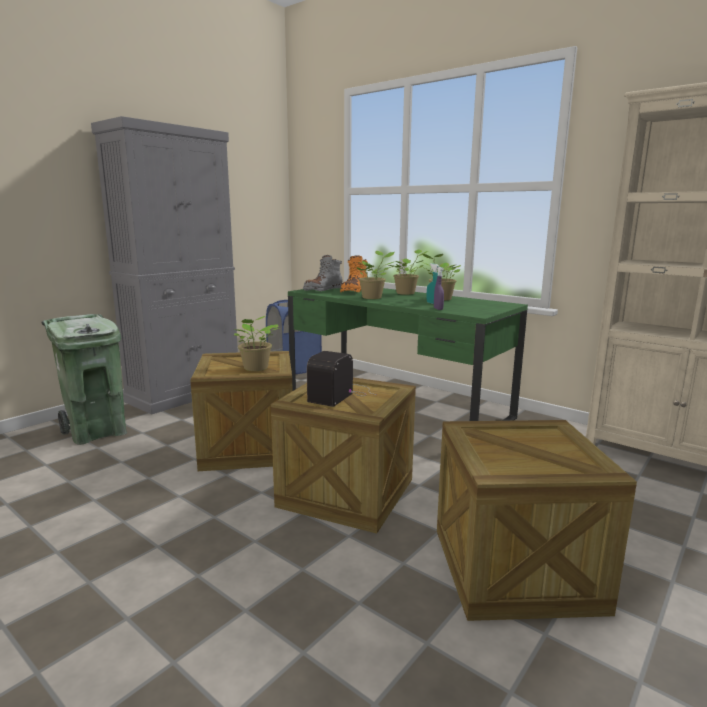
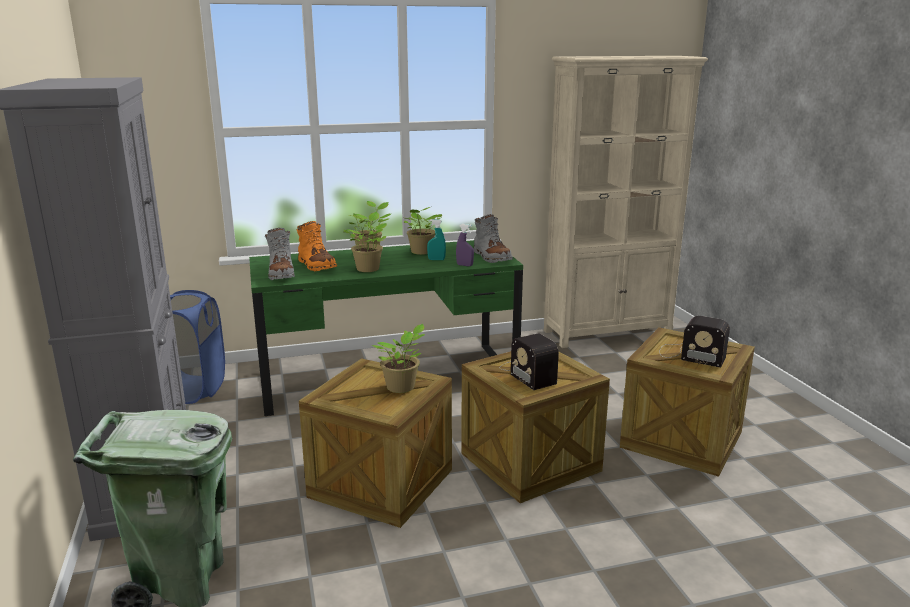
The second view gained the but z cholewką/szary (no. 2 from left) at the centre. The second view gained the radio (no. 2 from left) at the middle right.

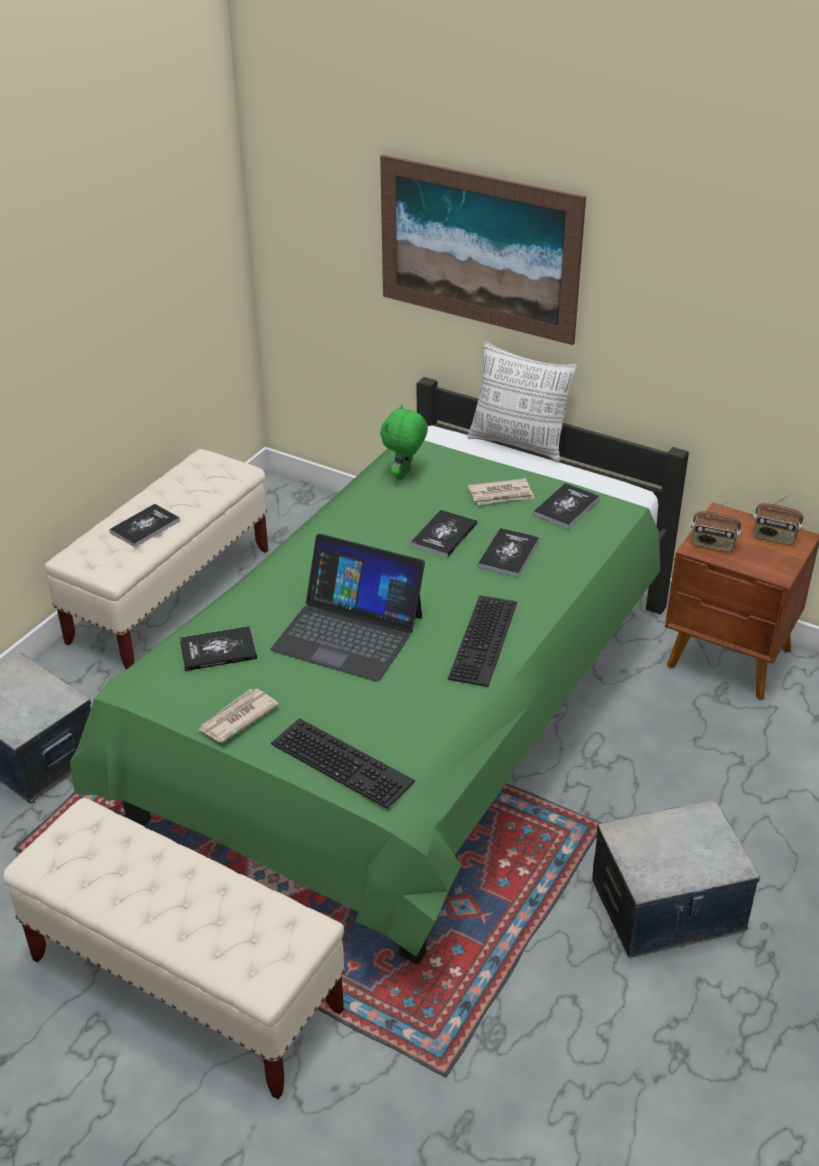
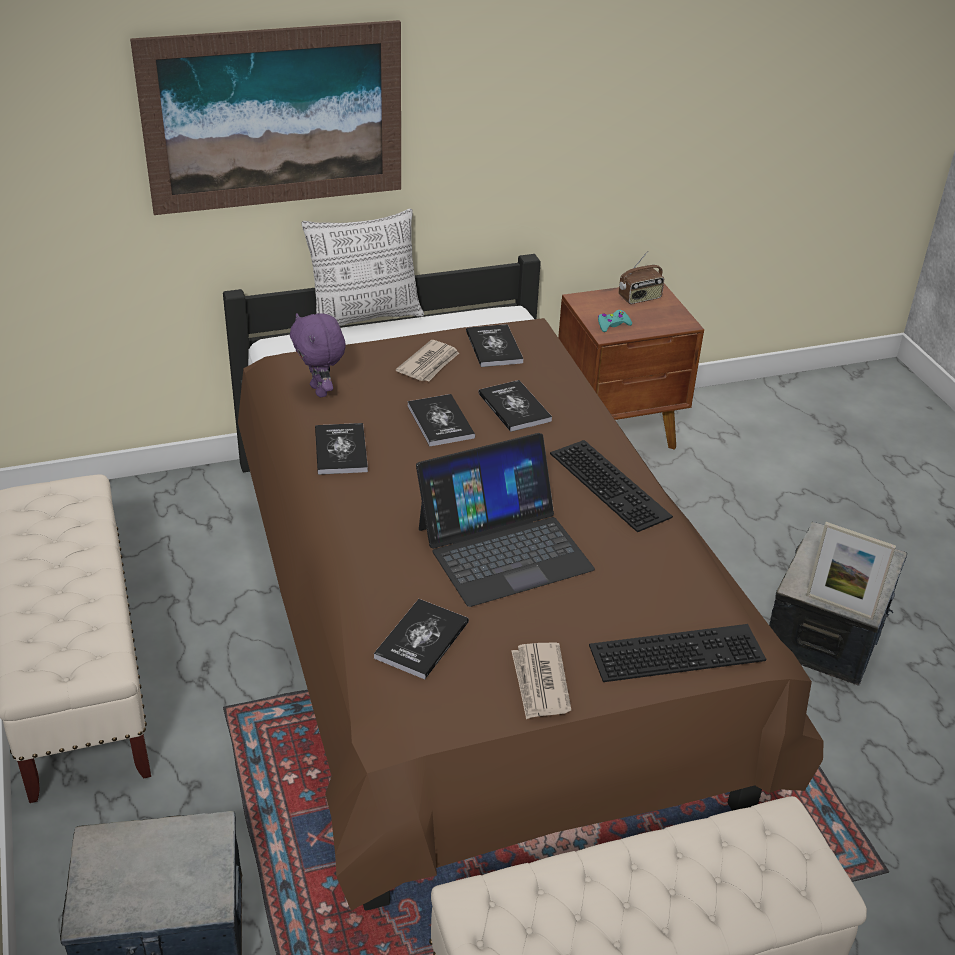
What was the łóżko/zielony at the centre turned into the łóżko/brązowy at the centre. The książka (no. 1 from left) ended up elsewhere, having gone from the middle left to the centre. What was the pluszak/zielony at the centre turned into the pluszak/fioletowy at the middle left. Where the radio (no. 1 from left) stood at the middle right, the pad do gier/turkusowy came to stand at the centre. The second view gained the ramka na zdjęcie at the middle right.

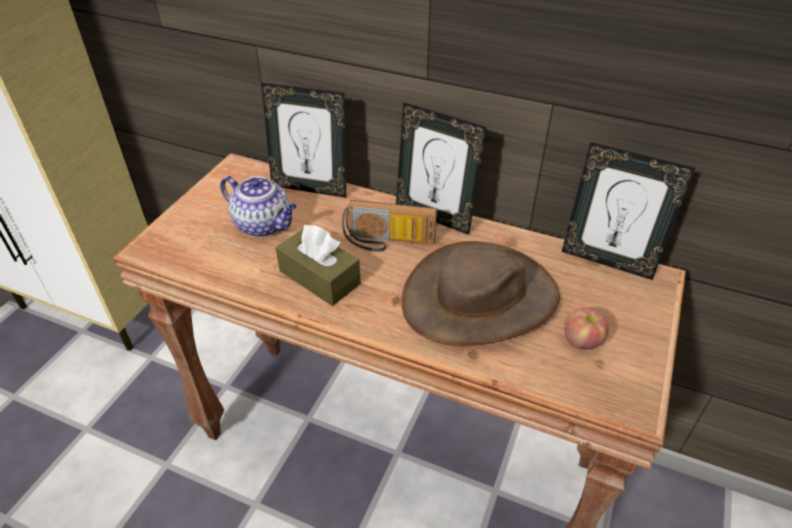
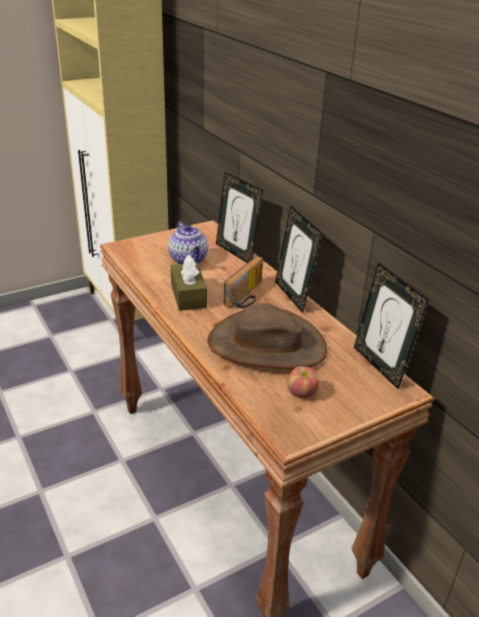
The radio at the centre ended up facing another way, 105 degrees counterclockwise from before.

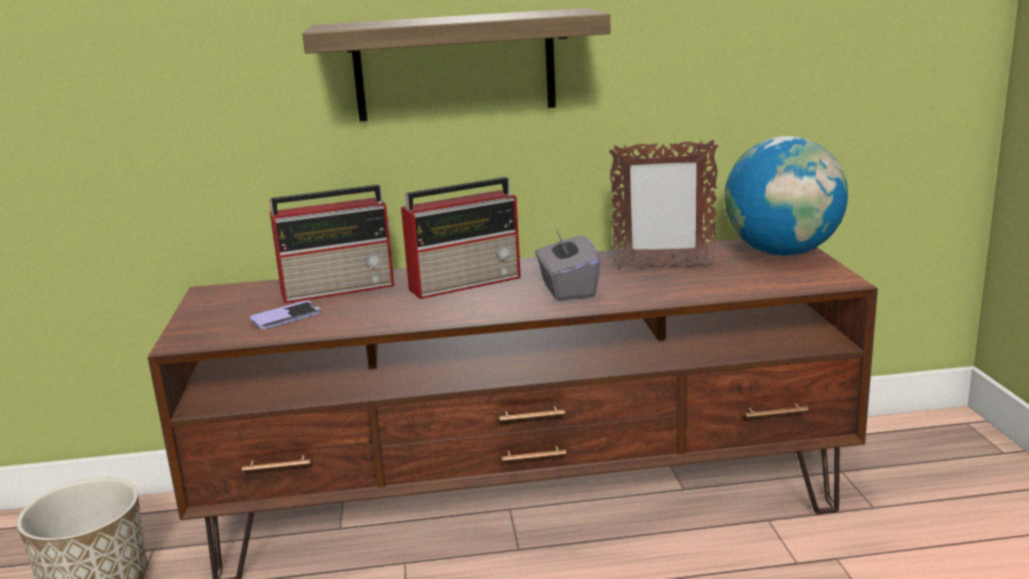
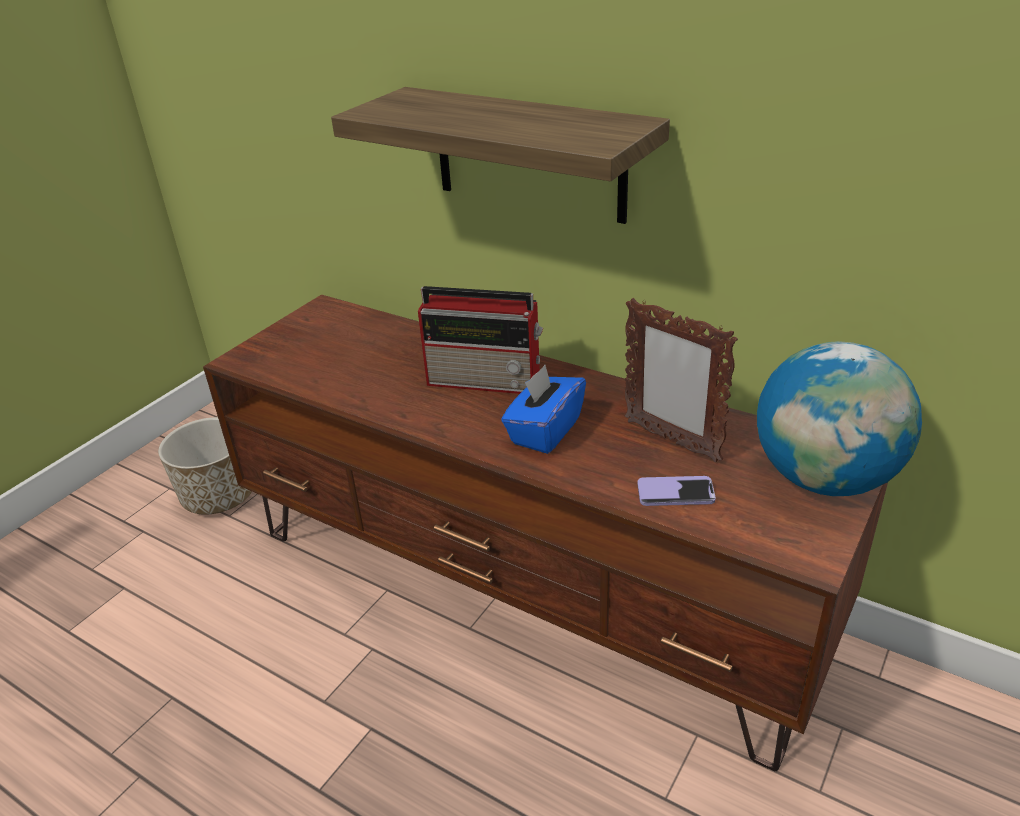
The telefon ended up elsewhere, having gone from the middle left to the centre. The second view lost the radio (no. 1 from left) at the middle left. What was the pudełko chusteczek/szary at the centre turned into the pudełko chusteczek/niebieski at the centre.

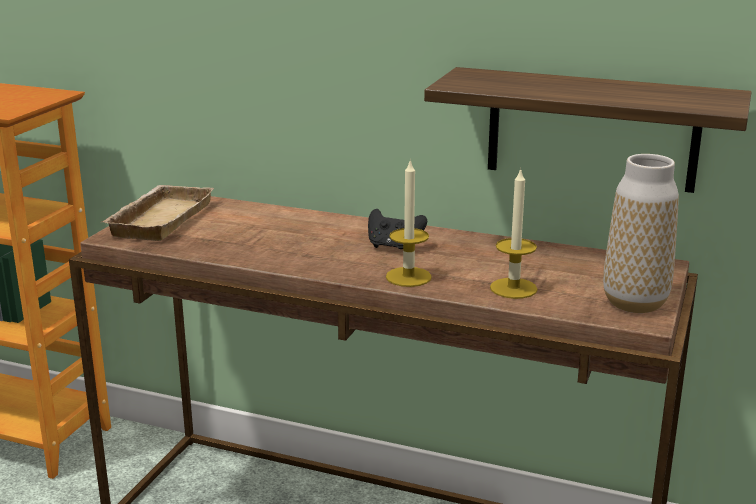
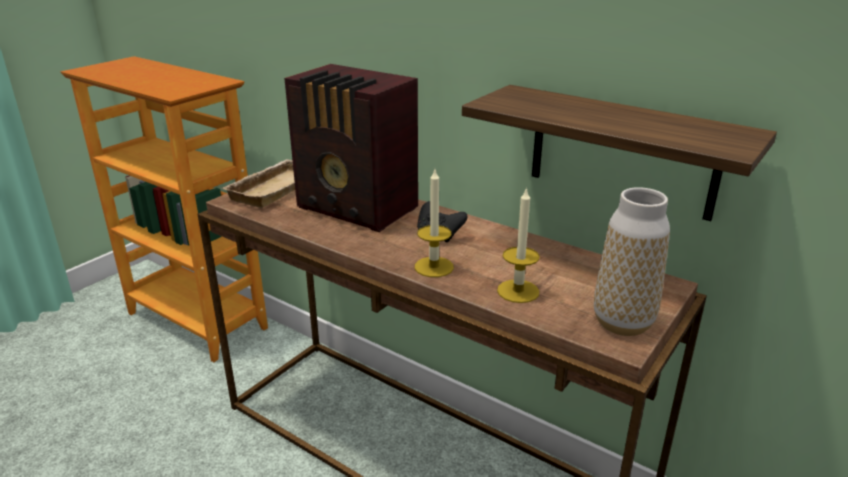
The second view gained the radio at the top centre.

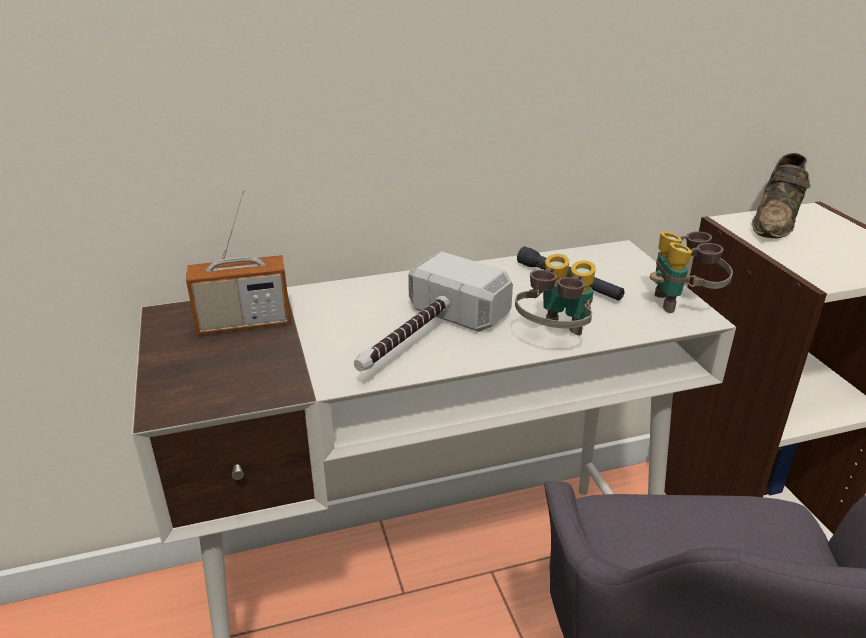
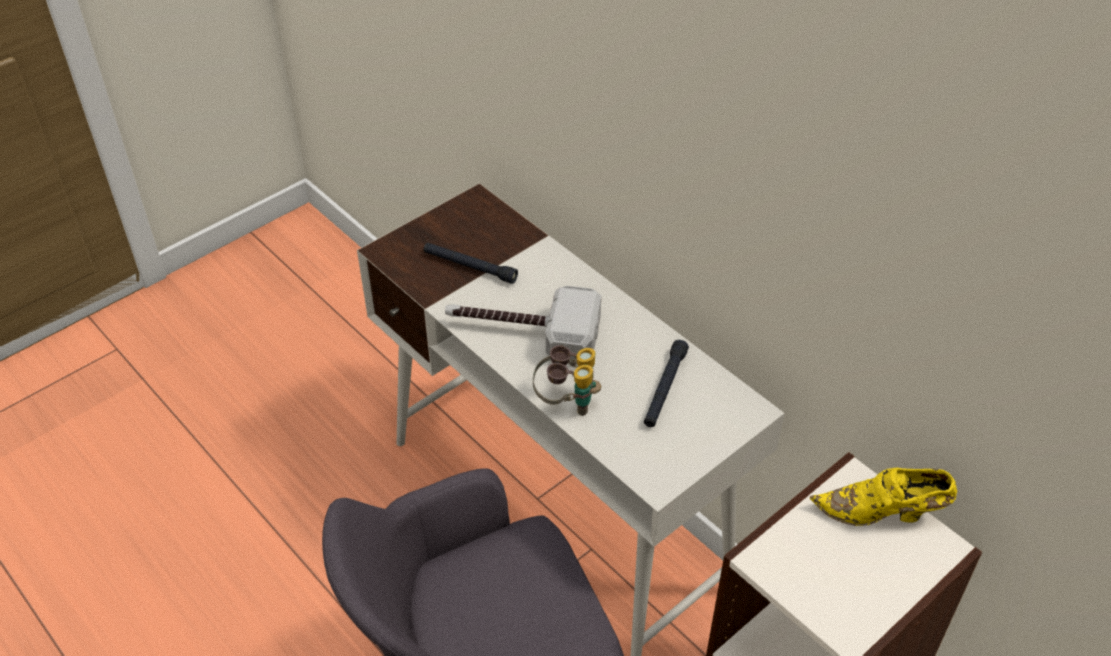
The second view lost the radio at the middle left. The second view lost the lornetka (no. 2 from left) at the middle right. What was the but/brązowy at the top right turned into the but/żółty at the bottom right. The second view gained the latarka/czarny (no. 1 from left) at the centre.

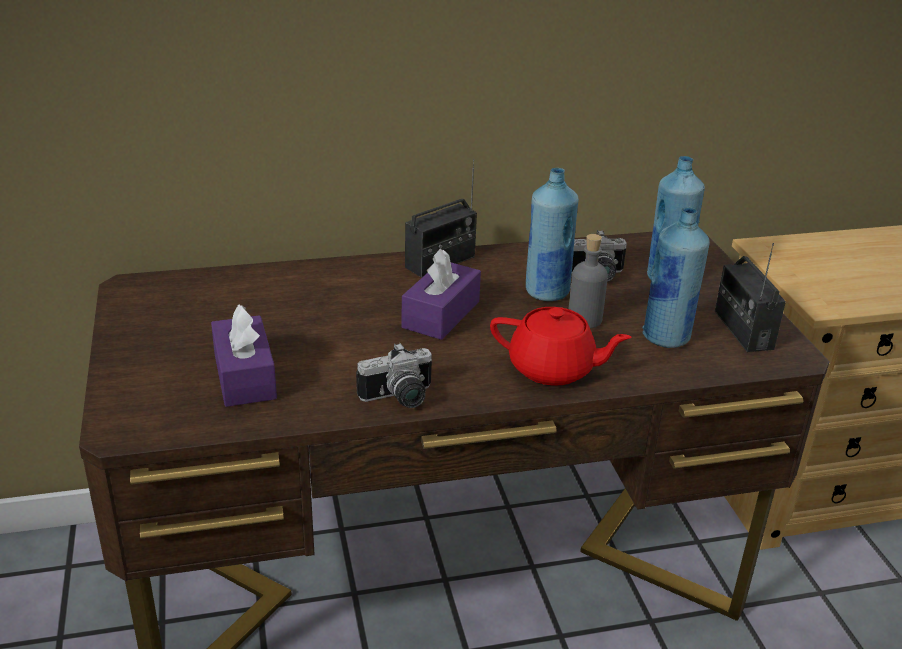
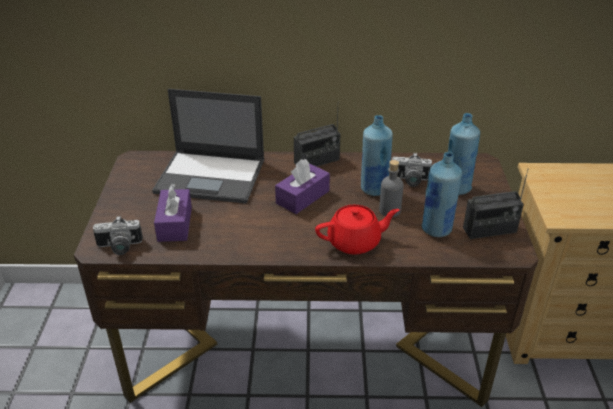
The aparat fotograficzny (no. 1 from left) ended up elsewhere, having gone from the centre to the middle left. The imbryk/czerwony at the centre ended up facing another way, 45 degrees counterclockwise from before. The radio (no. 2 from left) at the middle right ended up facing another way, 105 degrees counterclockwise from before. The second view gained the laptop at the centre.

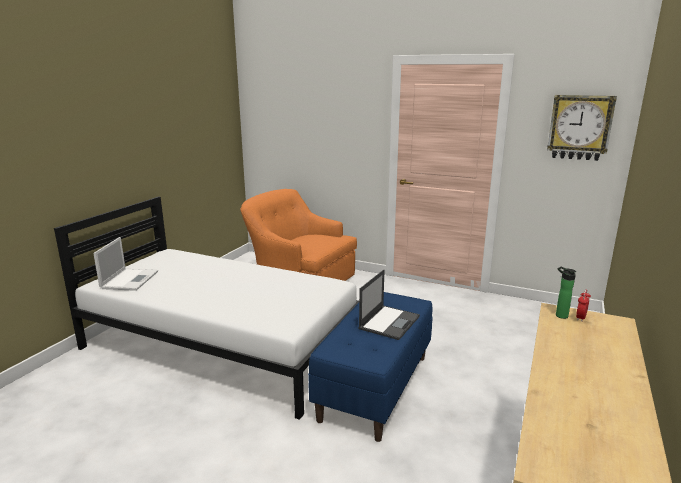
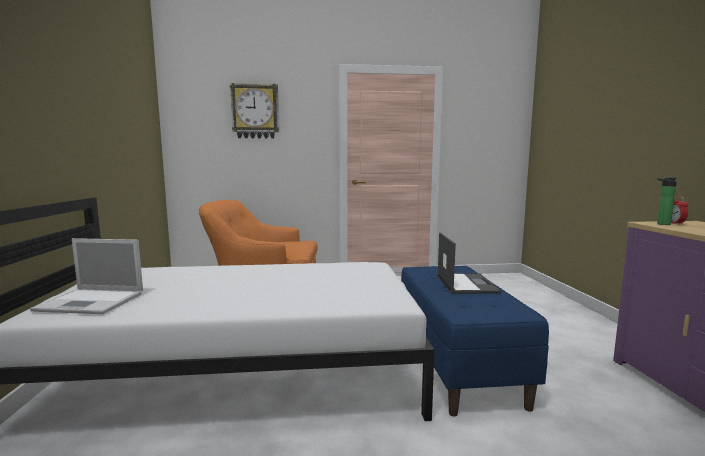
The laptop (no. 1 from left) at the middle left ended up facing another way, 120 degrees clockwise from before. The zegar ścienny ended up elsewhere, having gone from the top right to the top centre.

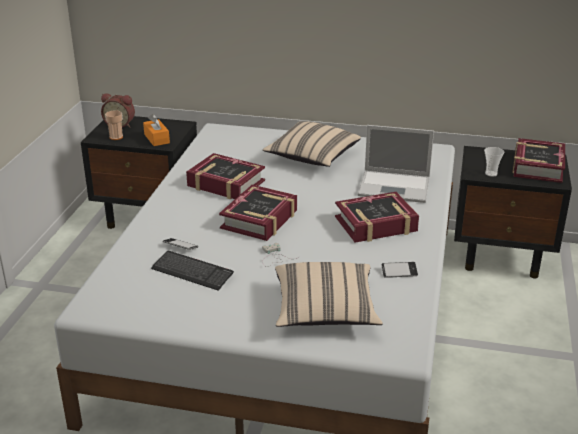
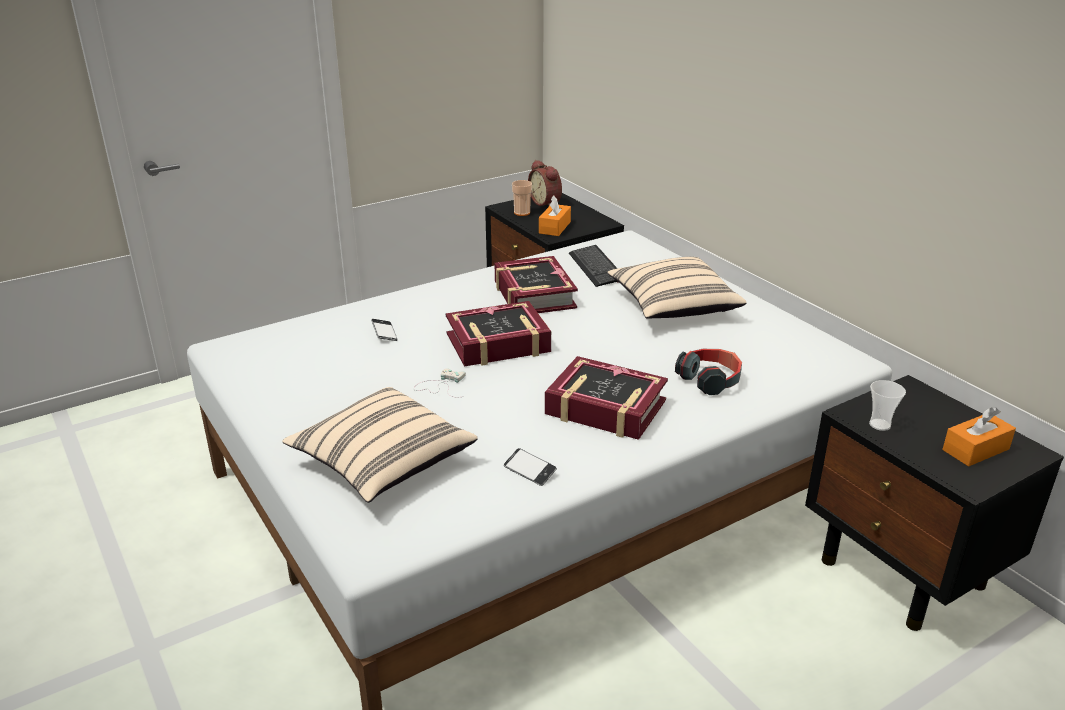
The klawiatura ended up elsewhere, having gone from the middle left to the centre. Where the laptop stood at the middle right, the słuchawki came to stand at the centre. Where the książka (no. 4 from left) stood at the middle right, the pudełko chusteczek/pomarańczowy (no. 2 from left) came to stand at the middle right.

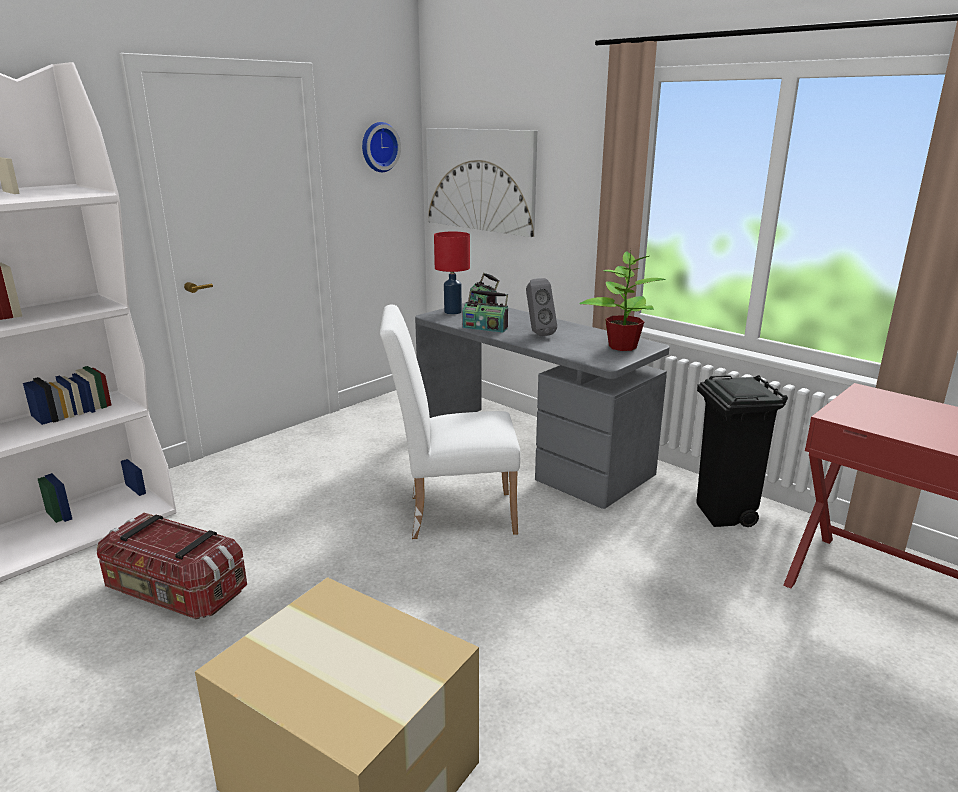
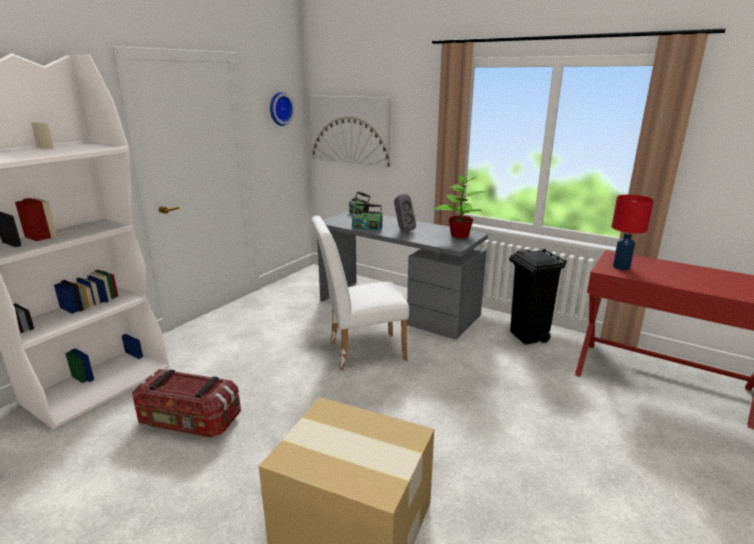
The lampa stołowa/czerwony ended up elsewhere, having gone from the centre to the middle right.

